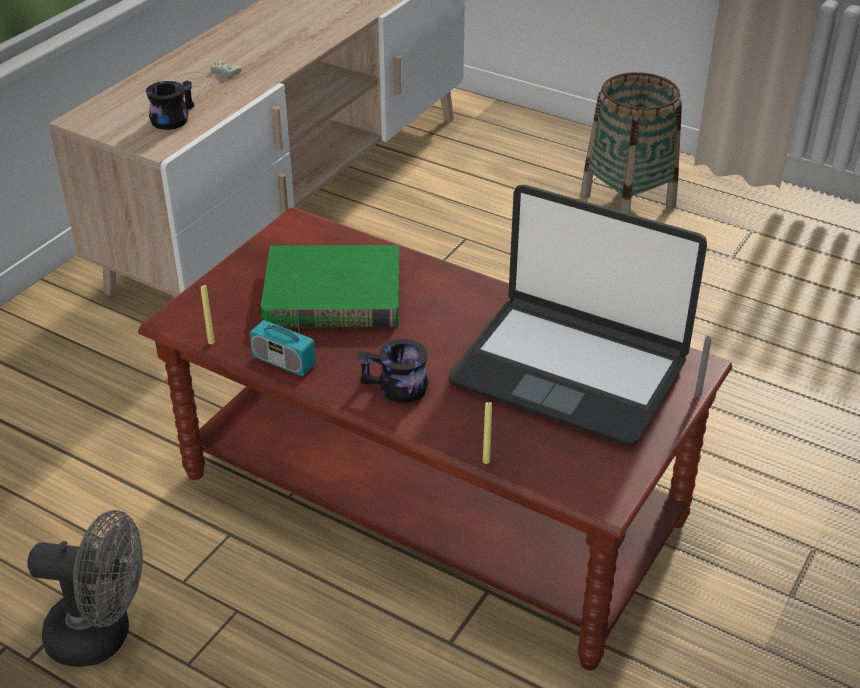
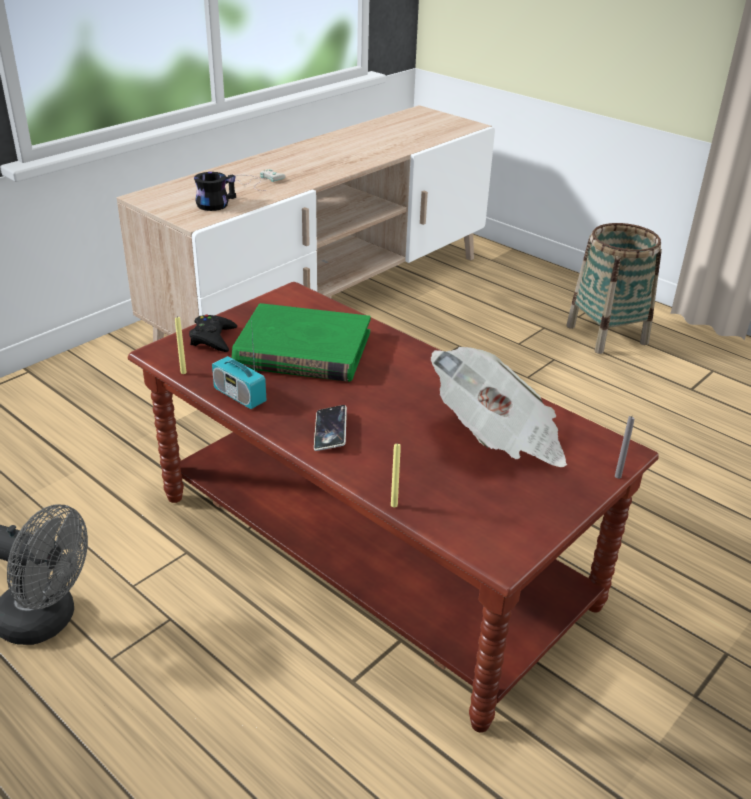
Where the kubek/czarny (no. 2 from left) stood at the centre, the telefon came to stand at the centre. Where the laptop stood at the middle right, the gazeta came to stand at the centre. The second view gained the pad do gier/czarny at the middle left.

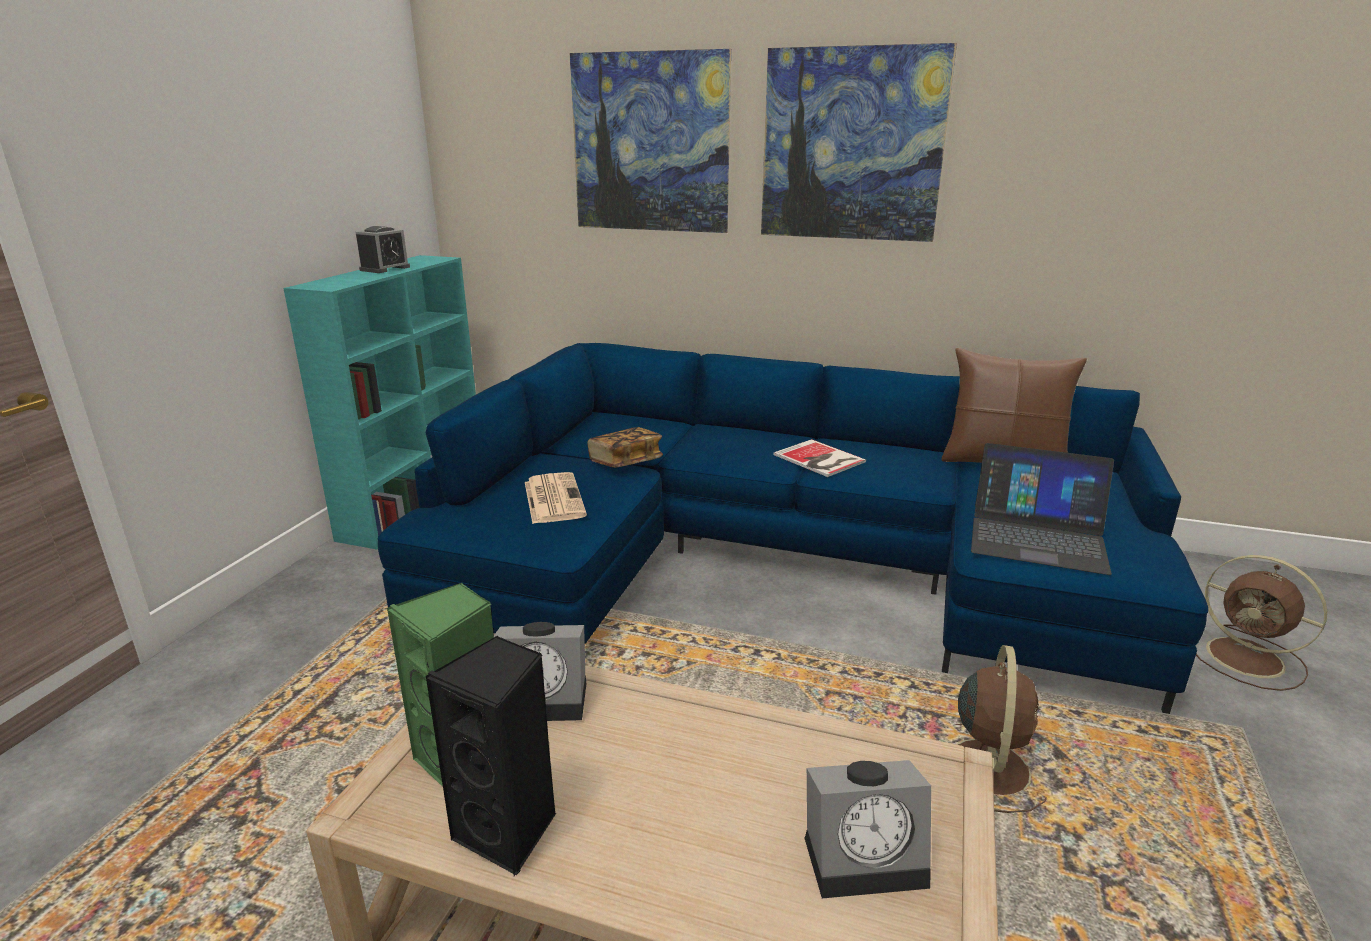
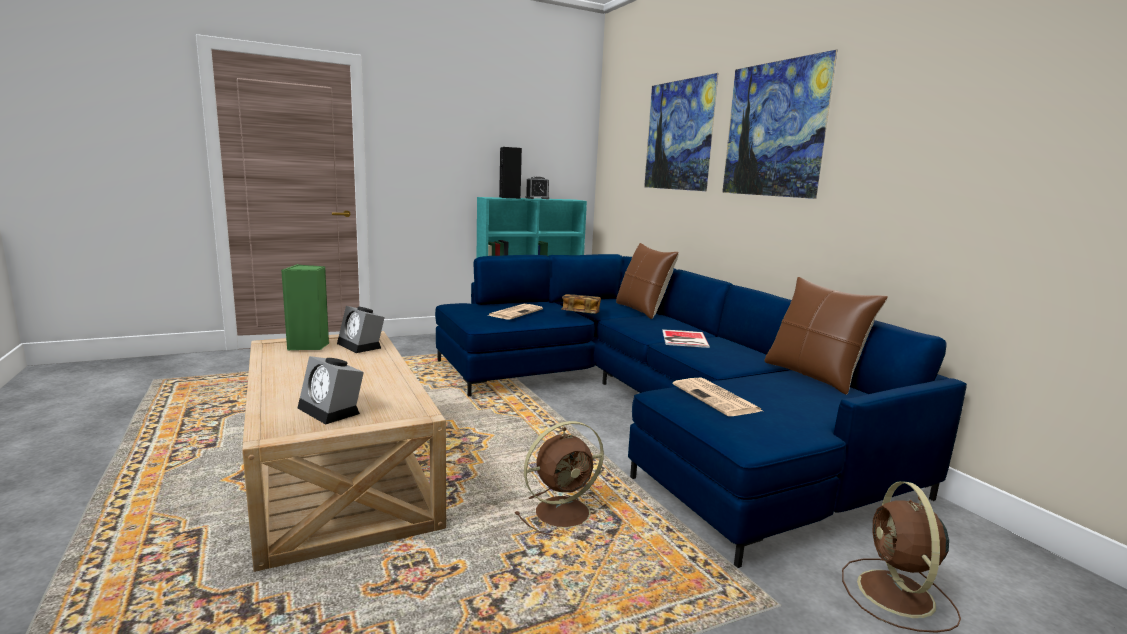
The głośnik/czarny ended up elsewhere, having gone from the bottom centre to the top centre. Where the laptop stood at the middle right, the gazeta (no. 2 from left) came to stand at the centre. The second view gained the poduszka/brązowy (no. 1 from left) at the centre.

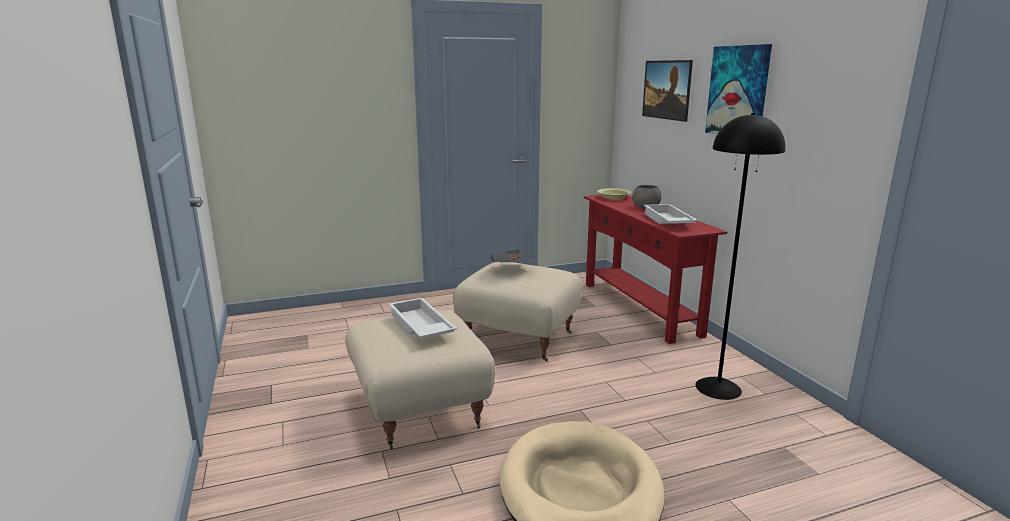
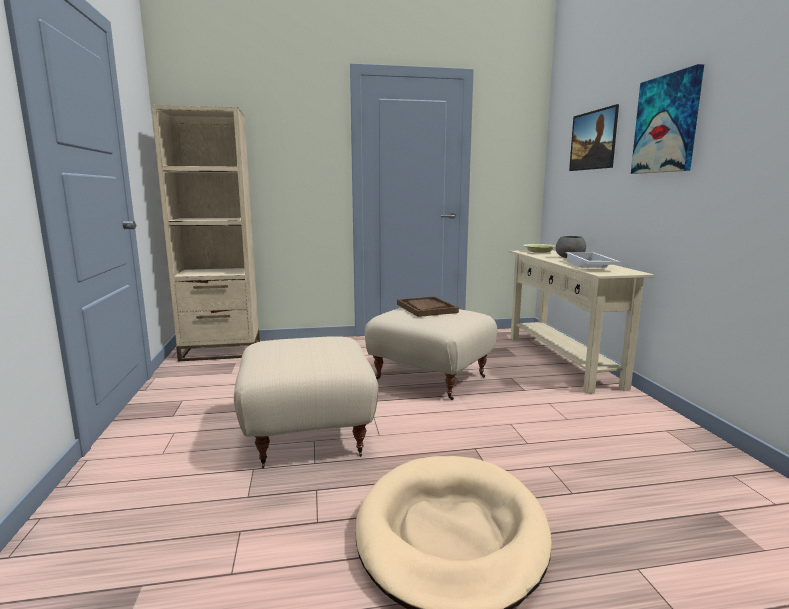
The second view lost the taca/biały (no. 1 from left) at the centre. Where the gazeta stood at the centre, the taca/brązowy came to stand at the centre. What was the stolik konsolowy/czerwony at the centre turned into the stolik konsolowy/beżowy at the middle right. The second view lost the lampa stojąca/czarny at the middle right. The second view gained the regał/beżowy at the middle left.

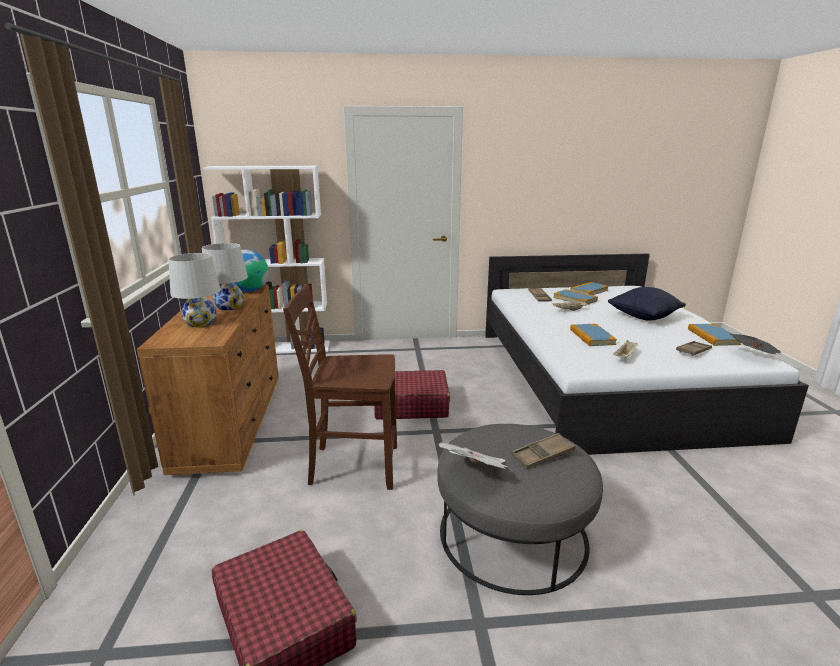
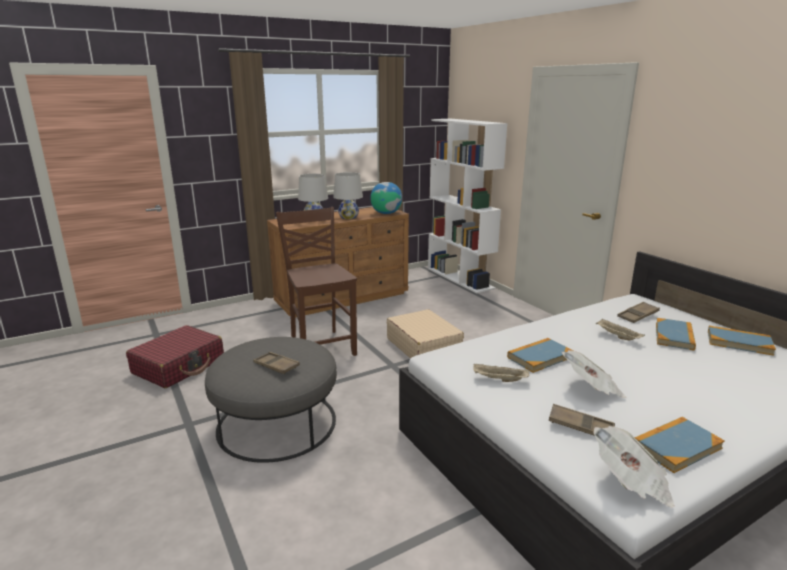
What was the walizka/czerwony (no. 2 from left) at the centre turned into the walizka/beżowy at the centre. The gazeta (no. 1 from left) ended up elsewhere, having gone from the bottom centre to the middle right. The second view lost the poduszka/czarny at the middle right.

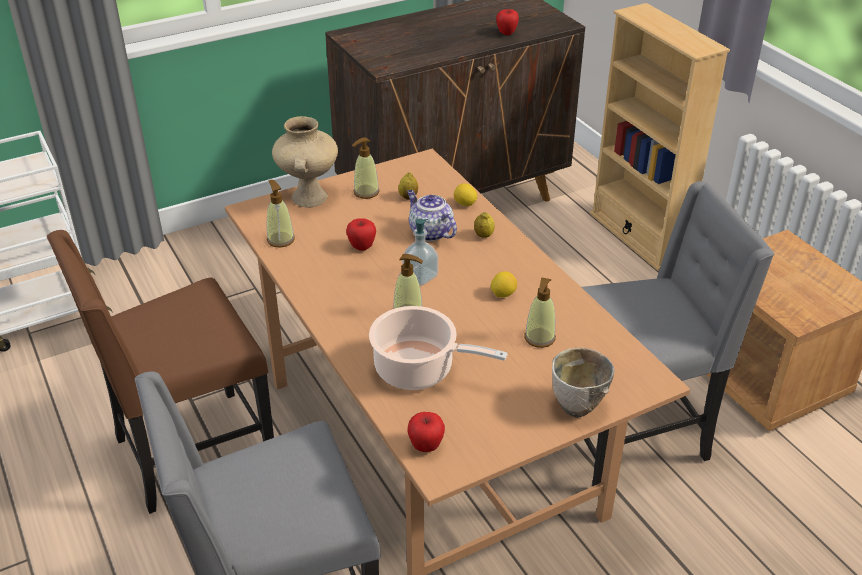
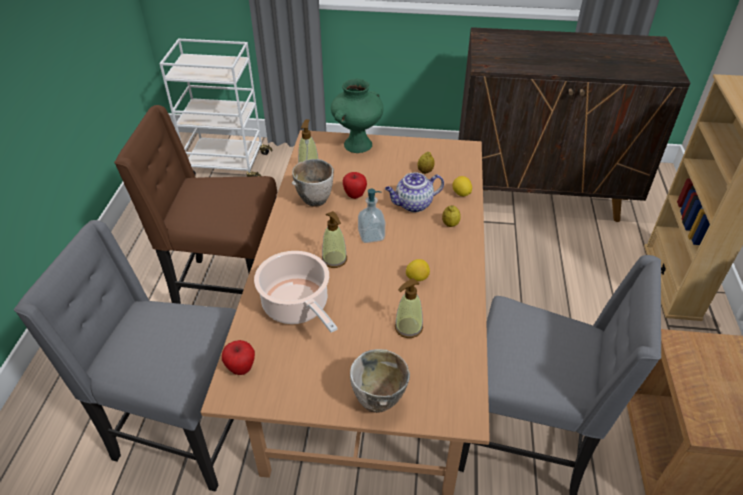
What was the wazon/beżowy at the top centre turned into the wazon/zielony at the top centre. The second view lost the dozownik mydła (no. 2 from left) at the top centre. The imbryk at the centre ended up facing another way, 105 degrees counterclockwise from before. The second view lost the jabłko (no. 3 from left) at the top centre. The second view gained the miska (no. 1 from left) at the centre.

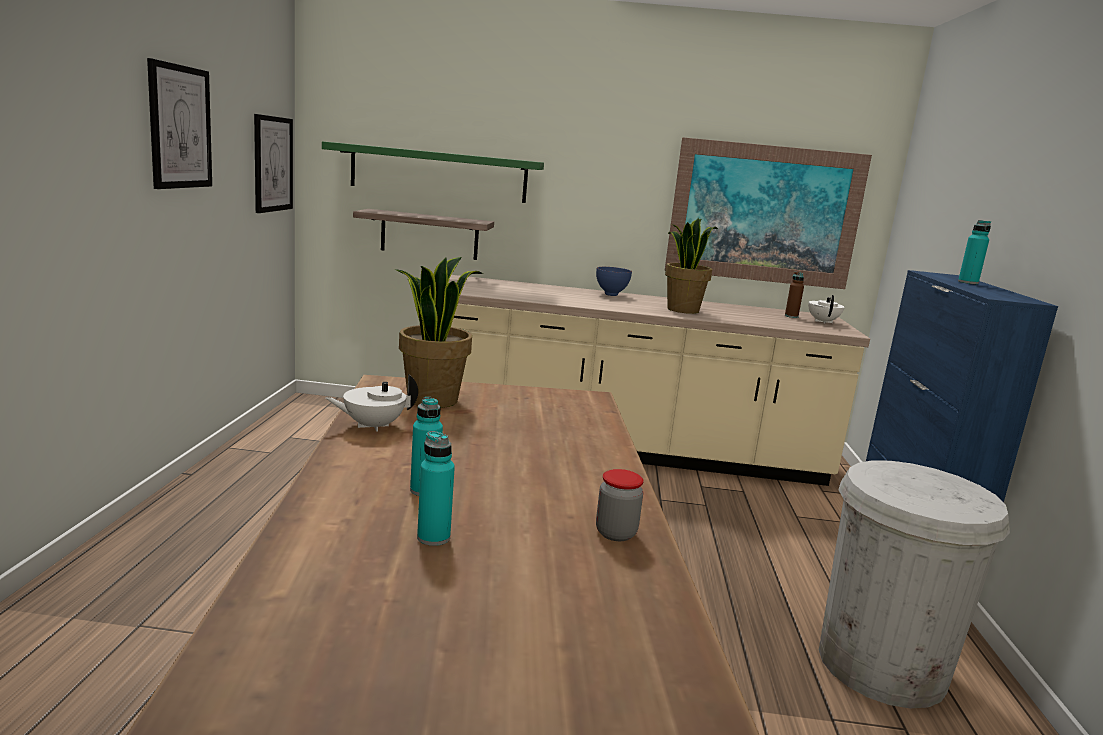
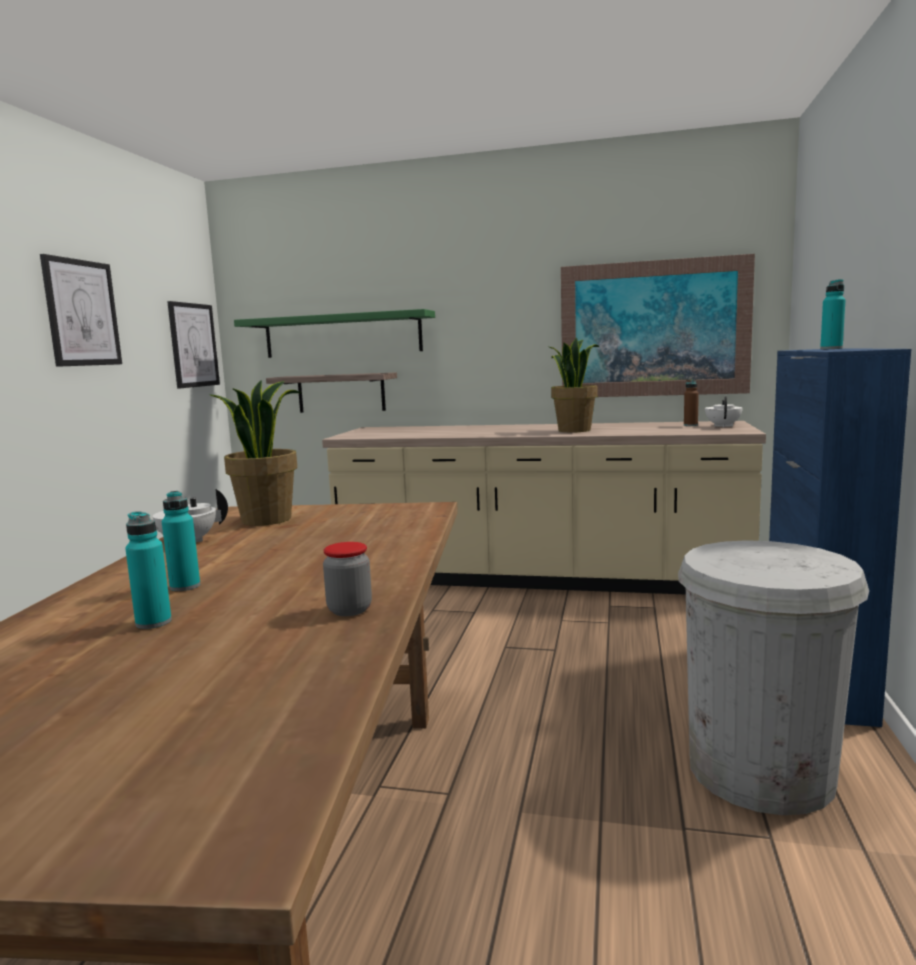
The second view lost the miska/niebieski at the centre.

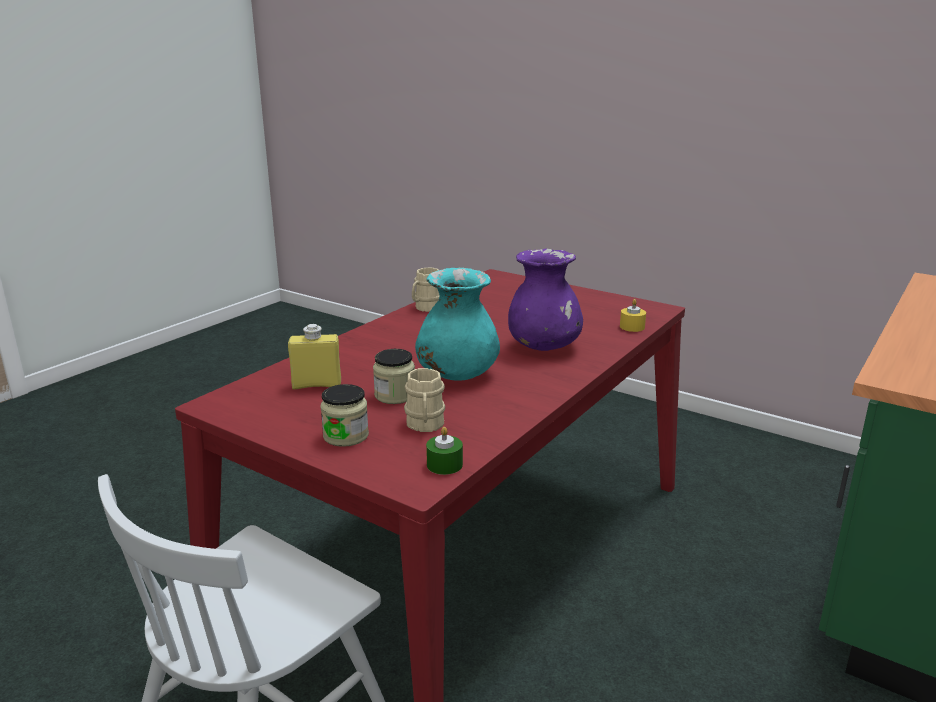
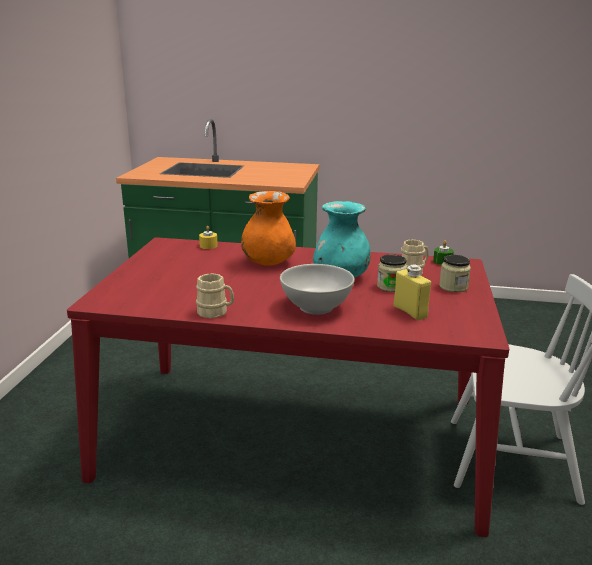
What was the wazon/fioletowy at the centre turned into the wazon/pomarańczowy at the centre. The second view gained the miska/biały at the centre.

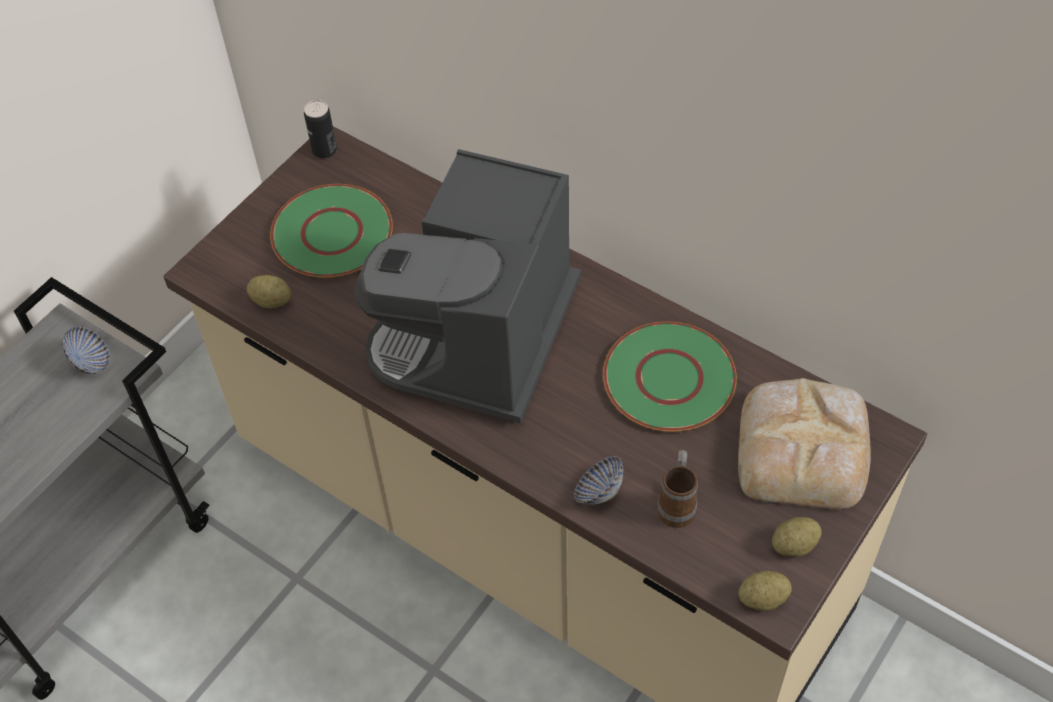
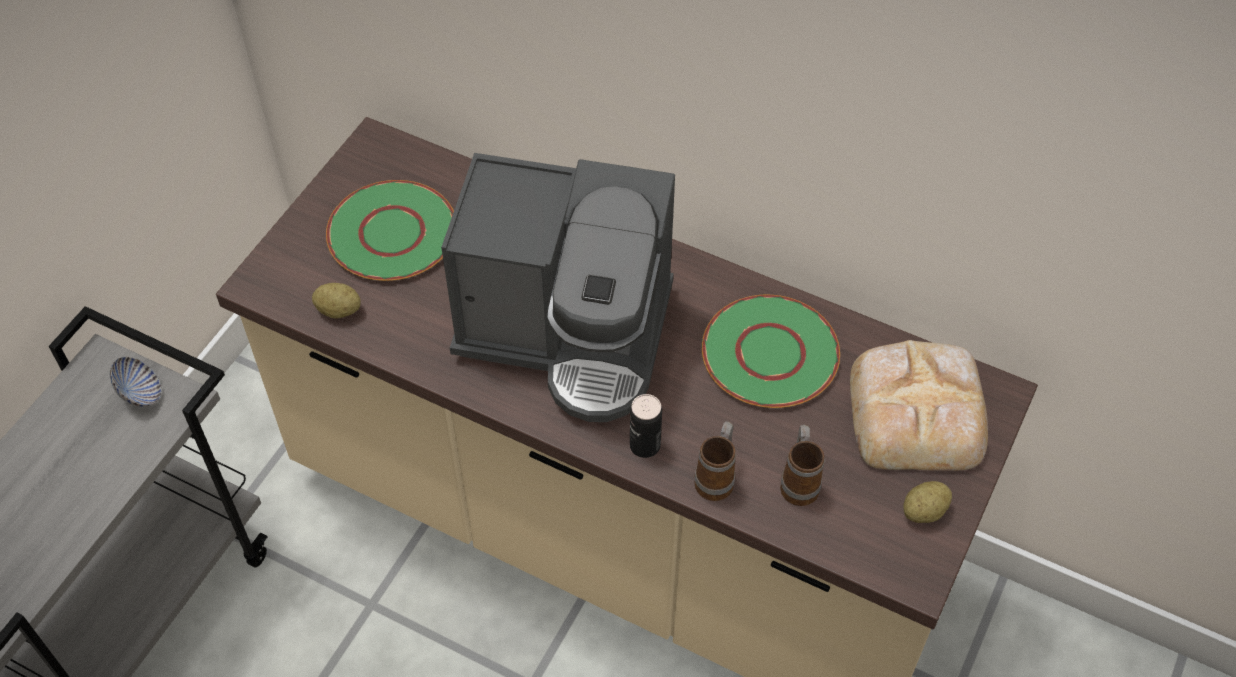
The puszka ended up elsewhere, having gone from the top left to the centre. The ekspres do kawy at the centre ended up facing another way, 90 degrees counterclockwise from before. Where the miska (no. 2 from left) stood at the bottom centre, the kubek (no. 1 from left) came to stand at the bottom centre. The second view lost the ziemniak (no. 2 from left) at the bottom right.

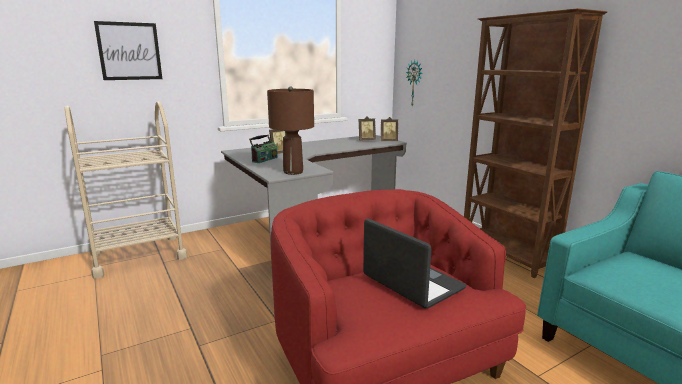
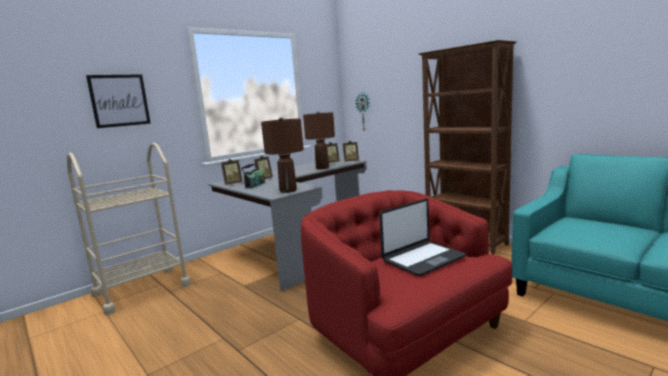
The laptop at the bottom centre ended up facing another way, 105 degrees clockwise from before. The second view gained the ramka na zdjęcie (no. 1 from left) at the centre. The second view gained the lampa stołowa/brązowy (no. 2 from left) at the centre.

